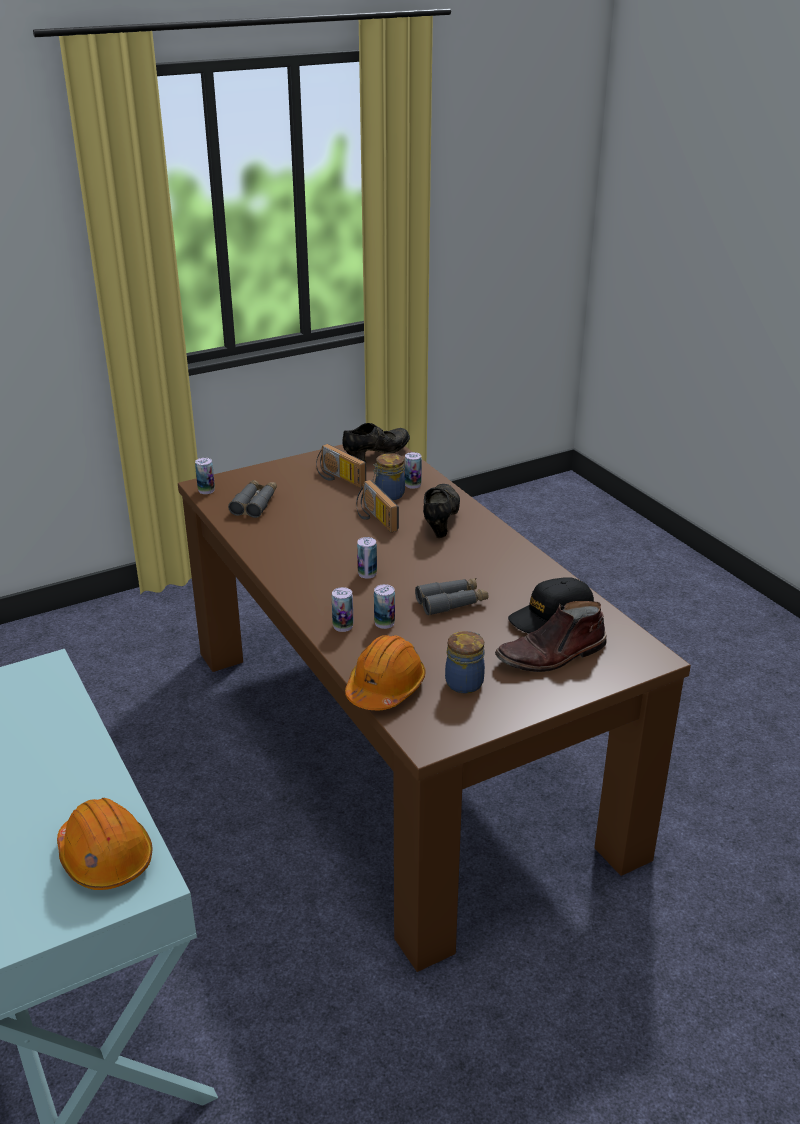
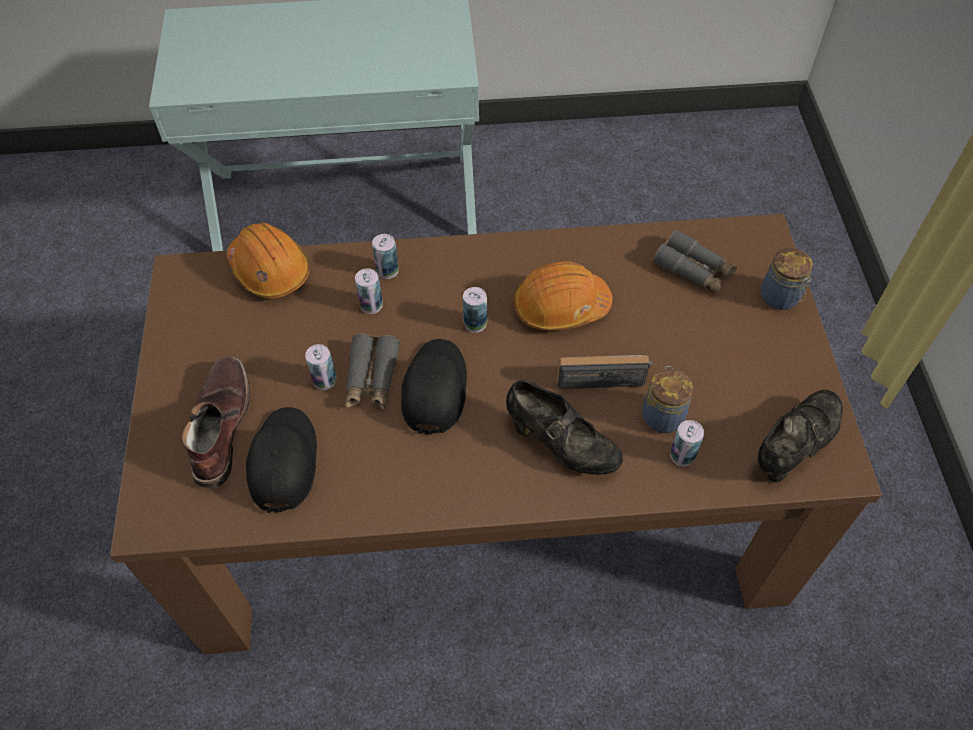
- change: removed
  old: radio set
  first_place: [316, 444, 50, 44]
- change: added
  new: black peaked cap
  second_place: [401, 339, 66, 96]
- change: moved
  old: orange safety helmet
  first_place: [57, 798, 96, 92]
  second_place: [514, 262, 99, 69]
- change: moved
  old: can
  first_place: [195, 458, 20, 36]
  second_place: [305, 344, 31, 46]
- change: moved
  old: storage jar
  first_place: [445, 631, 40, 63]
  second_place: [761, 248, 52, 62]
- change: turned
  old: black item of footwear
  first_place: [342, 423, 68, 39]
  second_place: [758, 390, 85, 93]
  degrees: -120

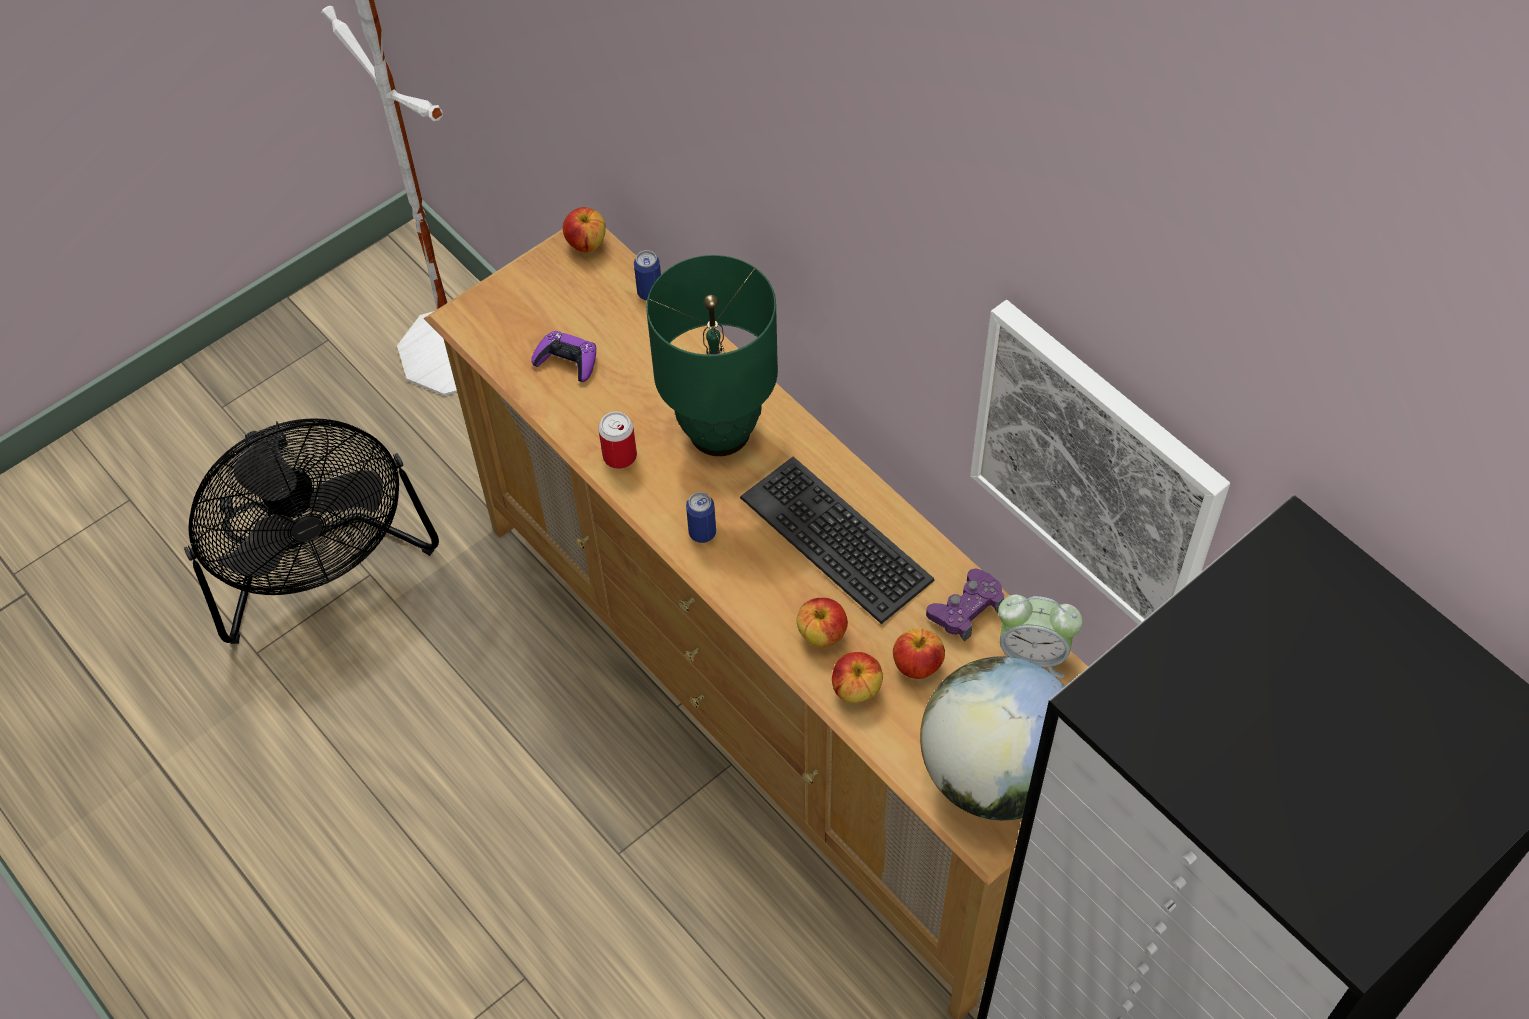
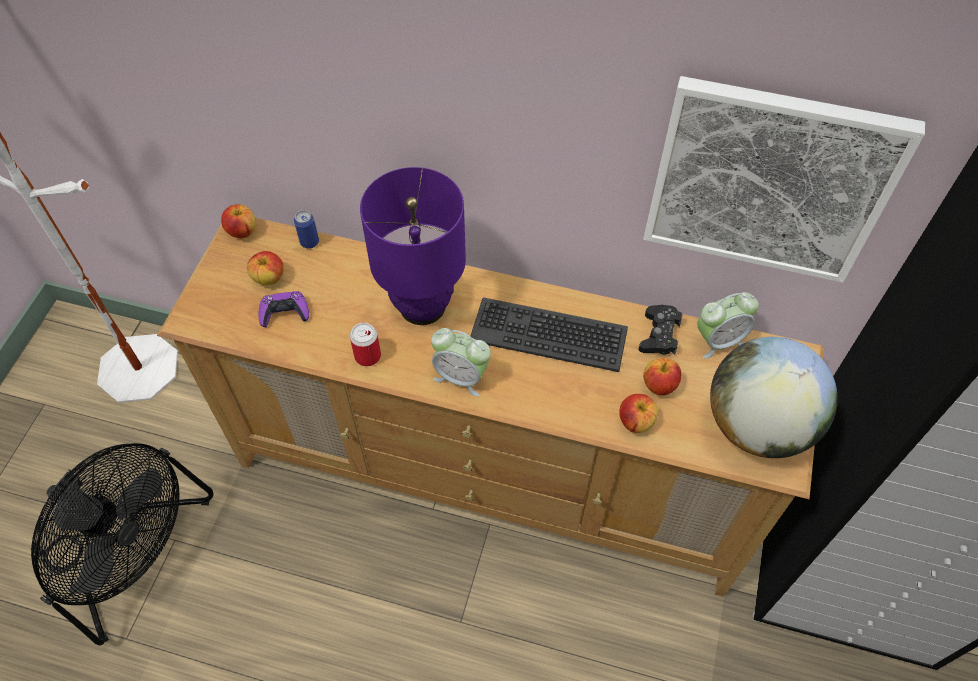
- change: moved
  old: whole apple
  first_place: [796, 598, 52, 49]
  second_place: [247, 251, 37, 35]
- change: replaced
  old: can
  new: alarm clock
  first_place: [686, 492, 30, 51]
  second_place: [431, 328, 60, 68]
- change: recoloured
  old: green tabletop lamp
  new: purple-coloured tabletop lamp
  first_place: [646, 255, 132, 201]
  second_place: [360, 167, 106, 158]
- change: recoloured
  old: purple-coloured joypad
  new: black joypad
  first_place: [926, 569, 78, 73]
  second_place: [638, 305, 45, 50]

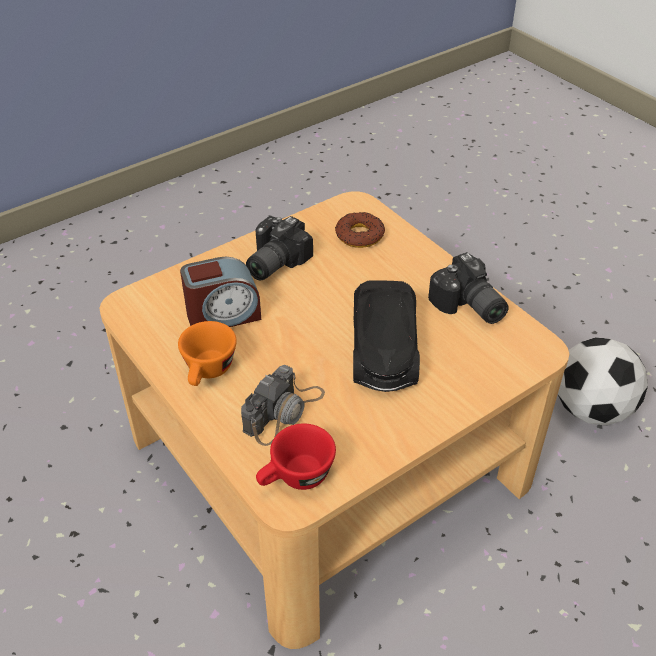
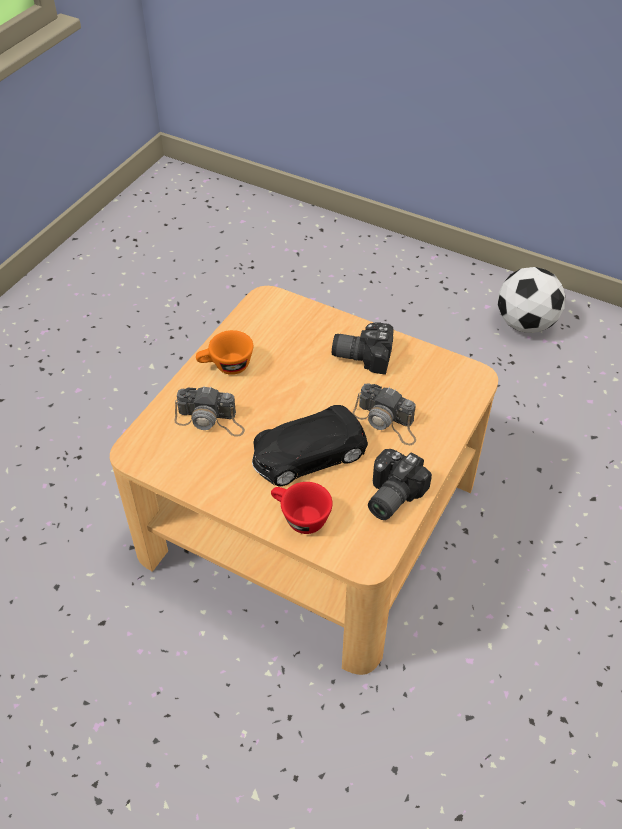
- change: removed
  old: alarm clock
  first_place: [180, 257, 81, 70]
- change: removed
  old: donut
  first_place: [335, 212, 50, 36]
- change: added
  new: still camera
  second_place: [353, 384, 63, 61]
- change: moved
  old: reddish small cup
  first_place: [256, 424, 80, 66]
  second_place: [271, 482, 62, 52]
- change: moved
  old: ball for football
  first_place: [558, 337, 90, 89]
  second_place: [498, 267, 67, 66]

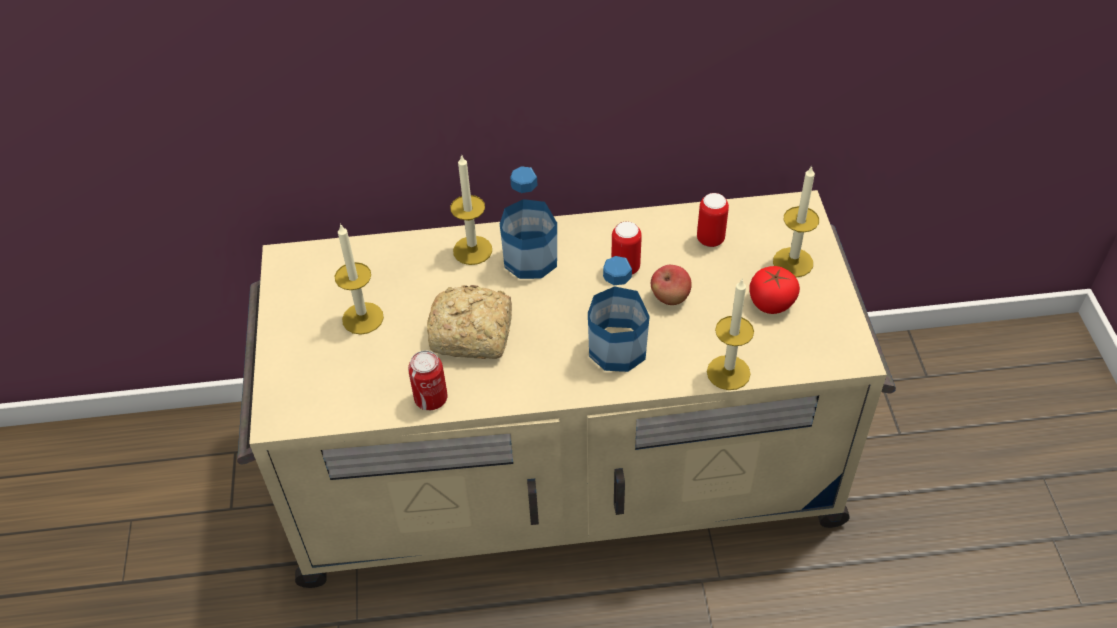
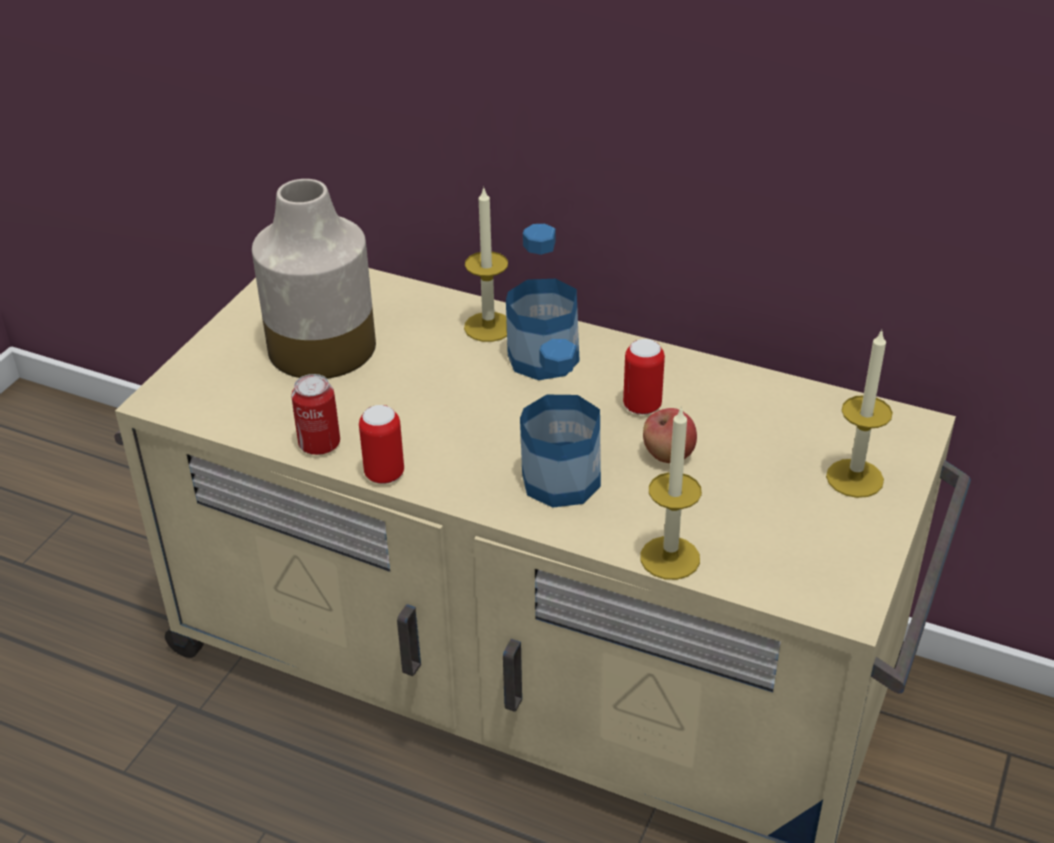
- change: removed
  old: baked bread
  first_place: [427, 285, 85, 74]
- change: removed
  old: fresh tomato
  first_place: [749, 266, 51, 48]
- change: moved
  old: can
  first_place: [697, 193, 32, 54]
  second_place: [359, 405, 45, 79]
- change: replaced
  old: wax light
  new: sand-coloured vase
  first_place: [335, 223, 49, 112]
  second_place: [252, 179, 124, 200]

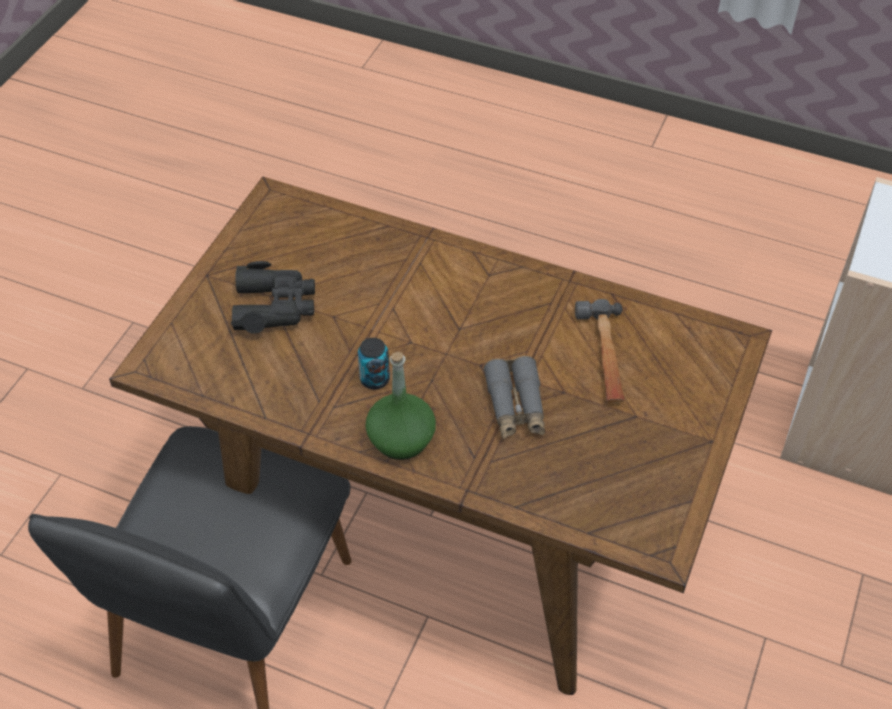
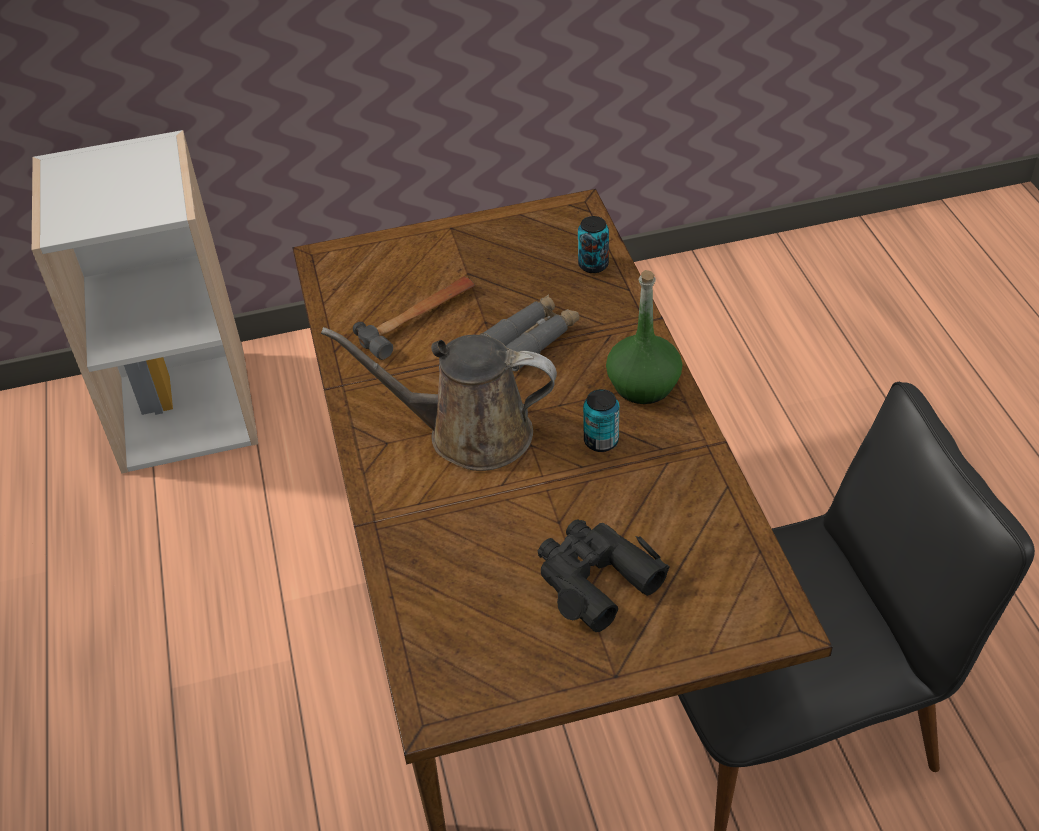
- change: added
  new: brown-coloured watering pot
  second_place: [321, 327, 236, 144]
- change: added
  new: can
  second_place: [578, 216, 31, 57]

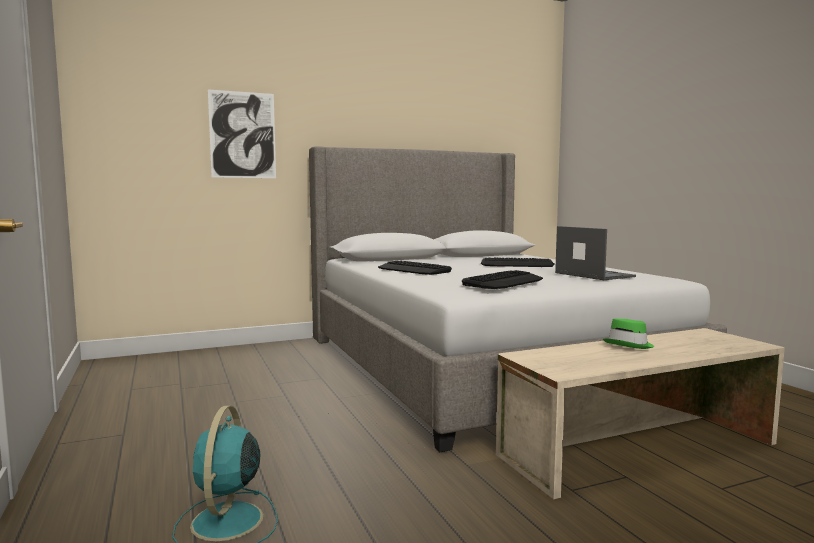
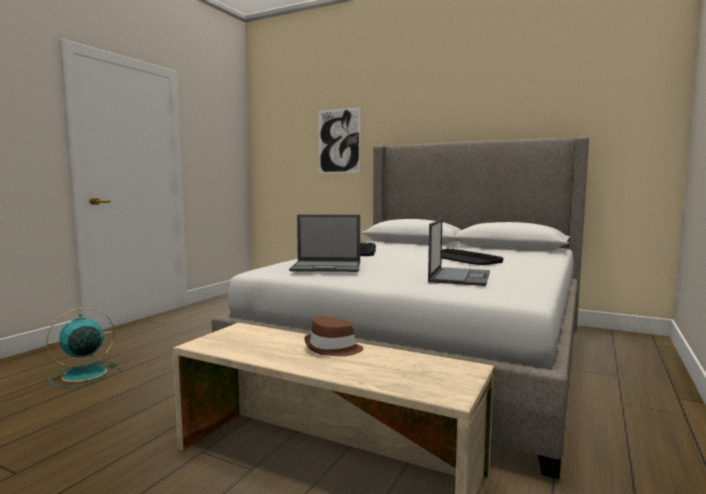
- change: replaced
  old: PC keyboard
  new: laptop
  first_place: [462, 270, 81, 19]
  second_place: [289, 215, 71, 57]
- change: recoloured
  old: green wearable hat
  new: brown-coloured wearable hat
  first_place: [603, 318, 51, 31]
  second_place: [304, 316, 59, 40]

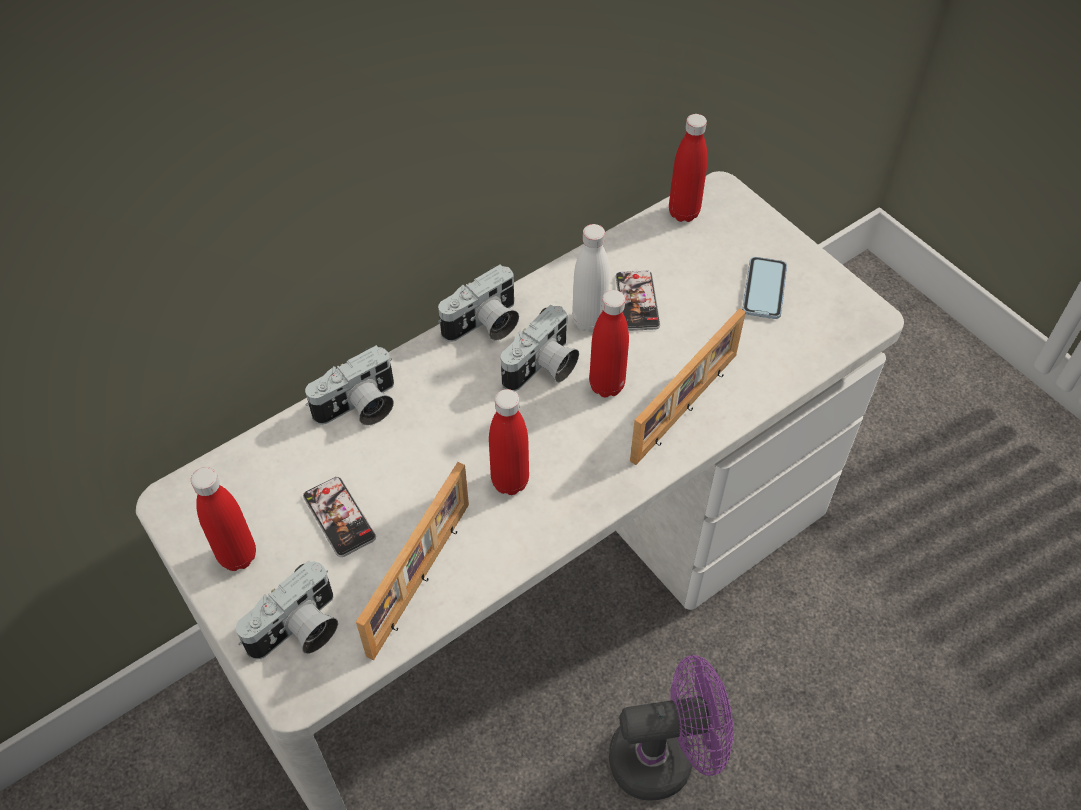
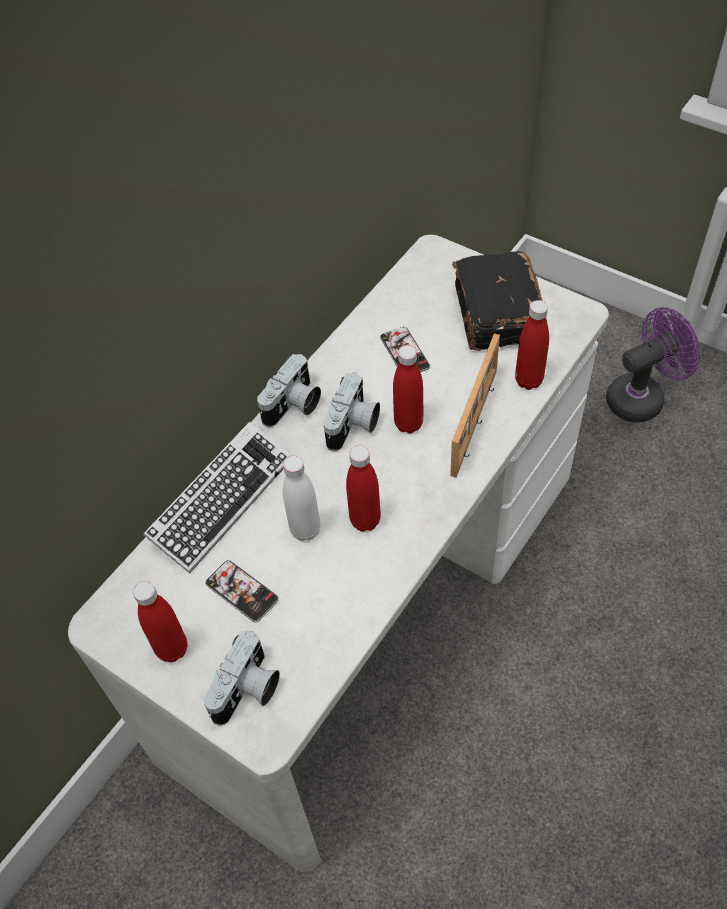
- change: removed
  old: photo frame
  first_place: [356, 462, 113, 198]
- change: moved
  old: whitish drink bottle
  first_place: [572, 224, 38, 108]
  second_place: [283, 456, 38, 85]
- change: moved
  old: purple-coloured fan
  first_place: [609, 655, 125, 146]
  second_place: [606, 307, 94, 115]
- change: moved
  old: reddish drink bottle
  first_place: [669, 114, 39, 108]
  second_place: [515, 300, 34, 90]
- change: replaced
  old: still camera
  new: PC keyboard
  first_place: [305, 345, 89, 81]
  second_place: [143, 421, 148, 152]
- change: replaced
  old: telephone
  new: black volume
  first_place: [742, 257, 45, 62]
  second_place: [452, 251, 95, 100]

